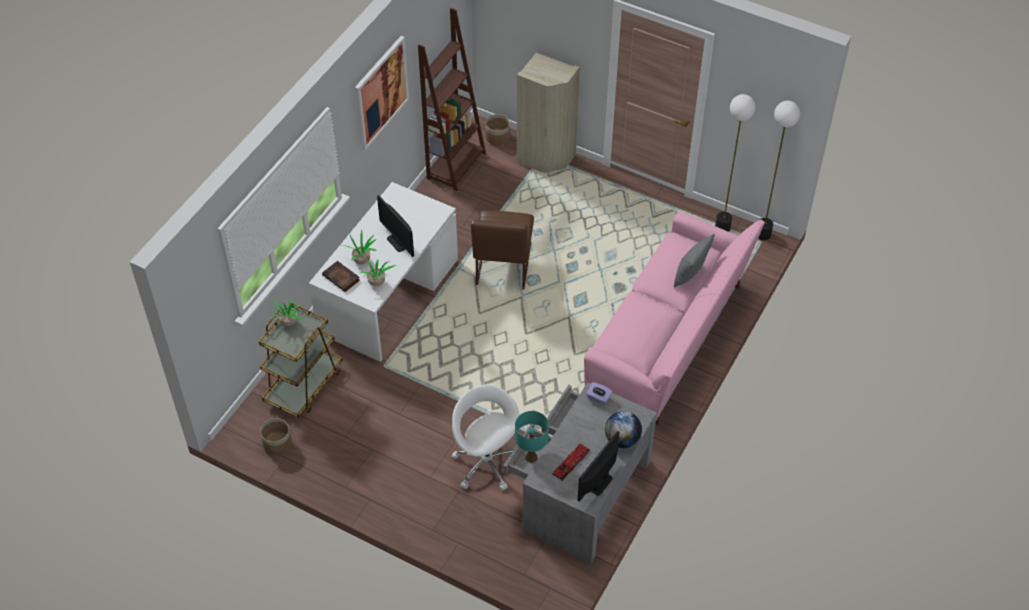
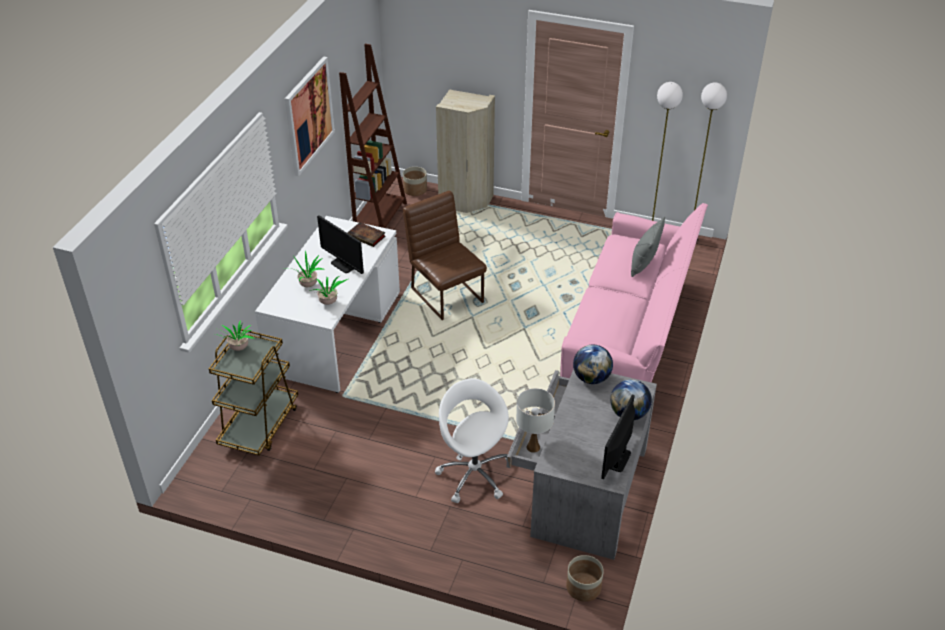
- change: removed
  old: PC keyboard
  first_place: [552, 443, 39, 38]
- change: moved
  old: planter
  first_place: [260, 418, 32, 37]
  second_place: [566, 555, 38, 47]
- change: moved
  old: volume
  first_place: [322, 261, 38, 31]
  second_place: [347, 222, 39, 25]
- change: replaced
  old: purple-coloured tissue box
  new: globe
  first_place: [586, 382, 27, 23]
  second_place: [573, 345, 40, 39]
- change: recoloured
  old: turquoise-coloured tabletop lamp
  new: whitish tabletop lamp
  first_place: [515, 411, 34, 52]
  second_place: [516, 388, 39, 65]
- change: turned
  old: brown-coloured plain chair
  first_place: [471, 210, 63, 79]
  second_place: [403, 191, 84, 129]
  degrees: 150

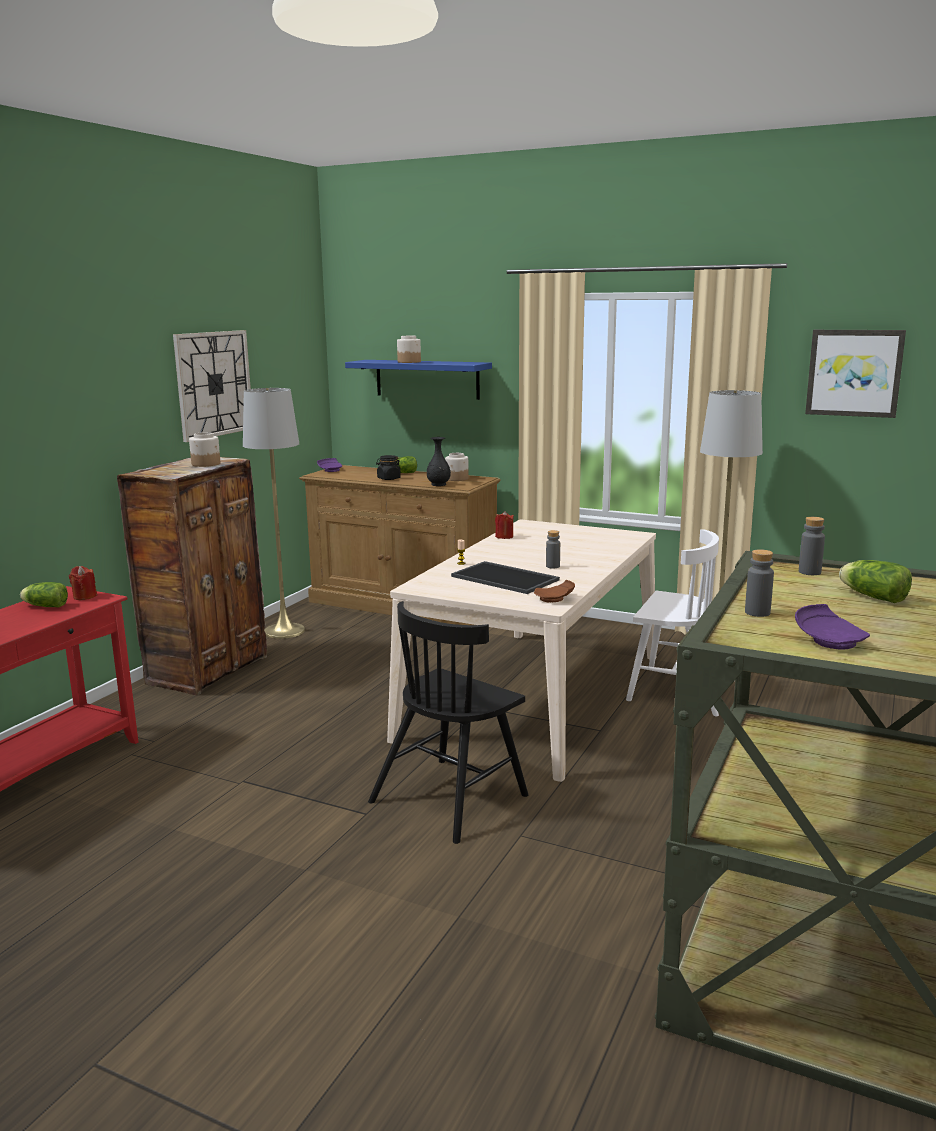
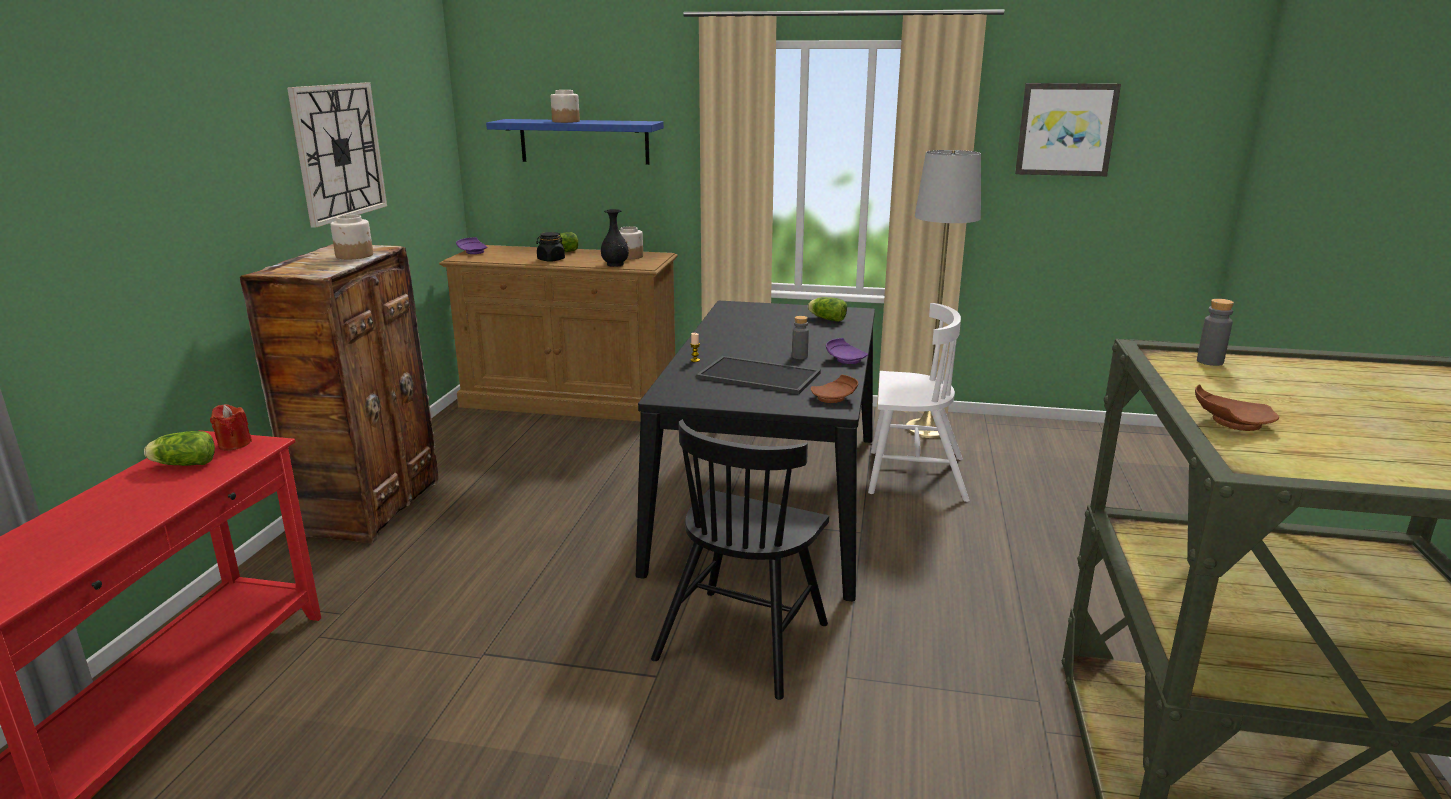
- change: removed
  old: grey floor lamp
  first_place: [243, 388, 62, 251]
- change: removed
  old: reddish wax light
  first_place: [495, 511, 19, 28]
- change: moved
  old: purple-coloured dinner plate
  first_place: [795, 604, 75, 45]
  second_place: [826, 338, 42, 26]
- change: moved
  old: head of lettuce
  first_place: [839, 560, 73, 43]
  second_place: [808, 297, 39, 25]
- change: replaced
  old: grey drink bottle
  new: brown-coloured dinner plate
  first_place: [745, 549, 29, 68]
  second_place: [1195, 384, 84, 47]
- change: recoloured
  old: sand-coloured dining table
  new: black dining table
  first_place: [387, 519, 269, 263]
  second_place: [636, 301, 239, 300]

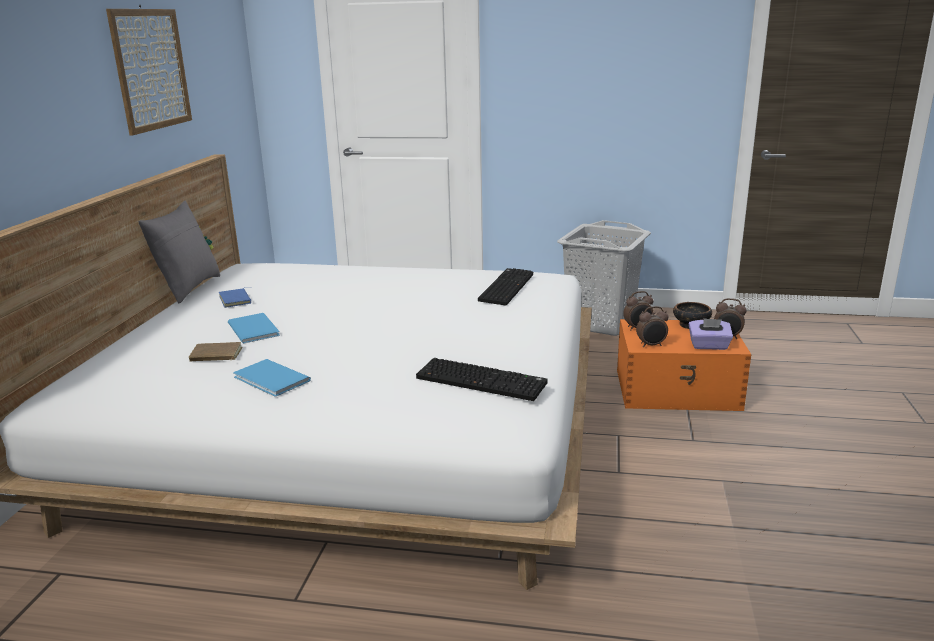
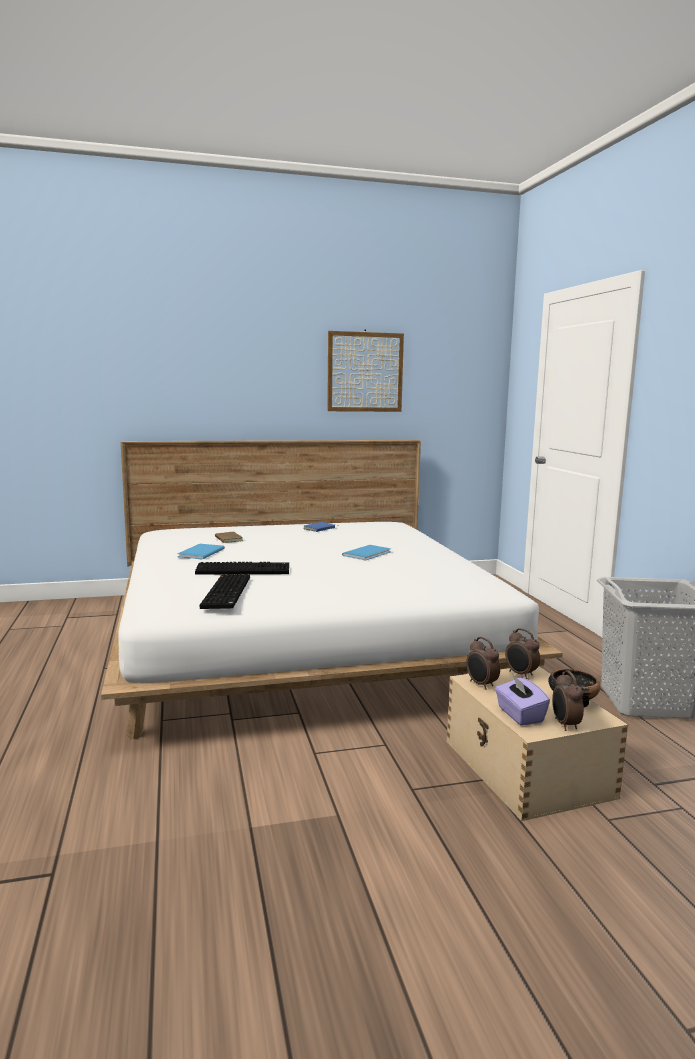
- change: removed
  old: grey pillow
  first_place: [139, 201, 81, 102]
- change: moved
  old: blue-coloured volume
  first_place: [228, 313, 52, 30]
  second_place: [342, 545, 49, 15]
- change: moved
  old: PC keyboard
  first_place: [478, 268, 55, 38]
  second_place: [195, 562, 94, 13]
- change: recoloured
  old: orange storage container
  new: sand-coloured storage container
  first_place: [617, 319, 134, 92]
  second_place: [447, 666, 181, 155]

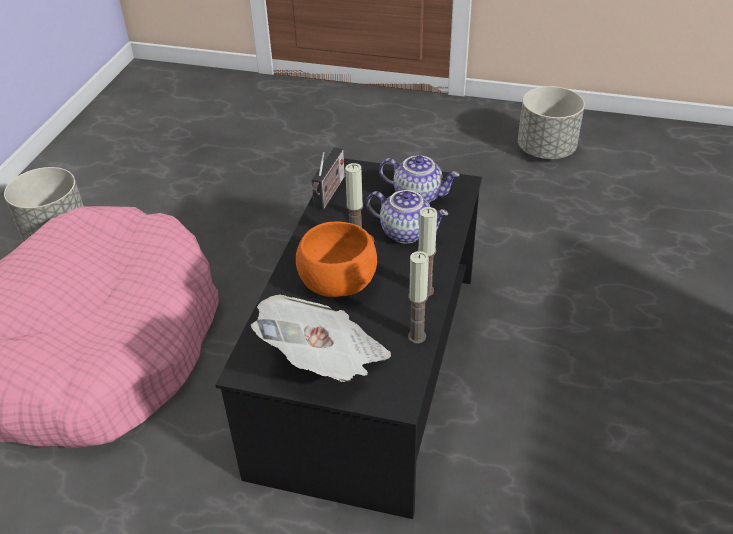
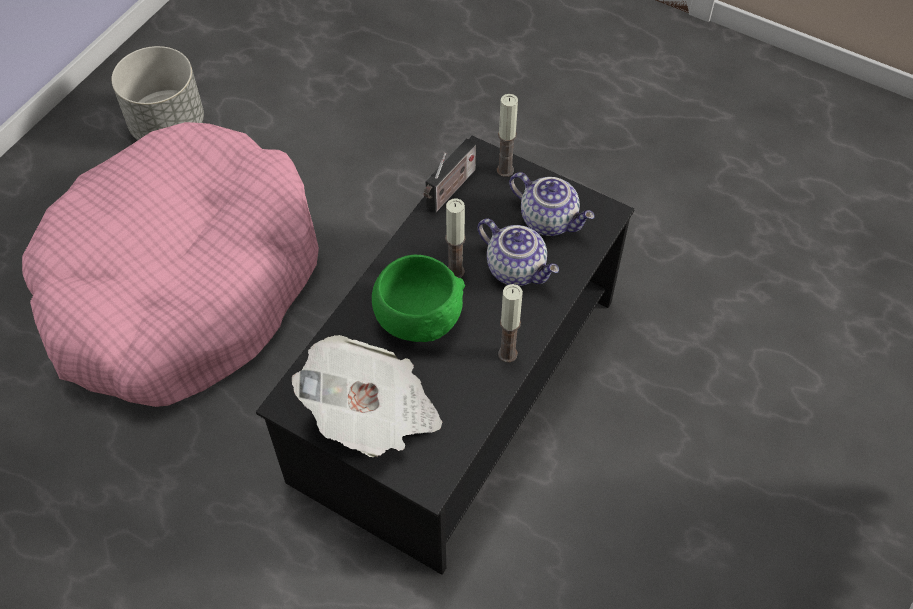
- change: removed
  old: grey planter
  first_place: [518, 86, 67, 73]
- change: moved
  old: wax light
  first_place: [408, 251, 21, 93]
  second_place: [497, 94, 21, 83]
- change: recoloured
  old: orange bowl
  new: green bowl
  first_place: [296, 221, 81, 76]
  second_place: [372, 255, 93, 87]

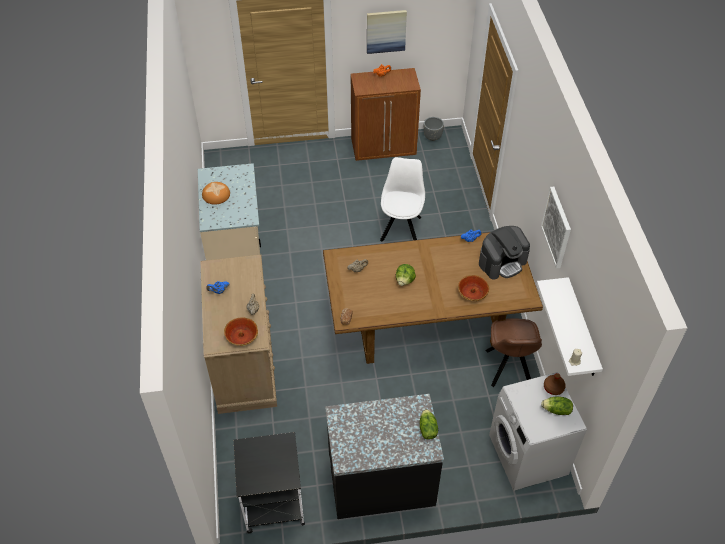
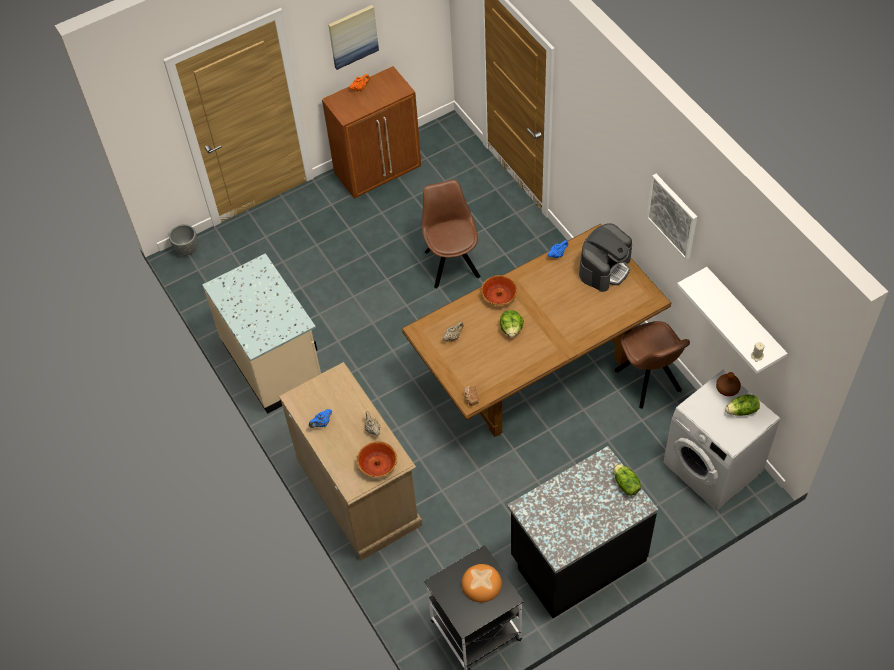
- change: moved
  old: baked bread
  first_place: [202, 182, 28, 22]
  second_place: [461, 564, 41, 38]
- change: moved
  old: grey planter
  first_place: [424, 117, 20, 24]
  second_place: [169, 224, 29, 32]
- change: moved
  old: bowl
  first_place: [458, 275, 31, 26]
  second_place: [481, 275, 36, 31]
- change: recoloured
  old: whitish plain chair
  new: brown-coloured plain chair
  first_place: [380, 157, 45, 85]
  second_place: [421, 179, 59, 109]

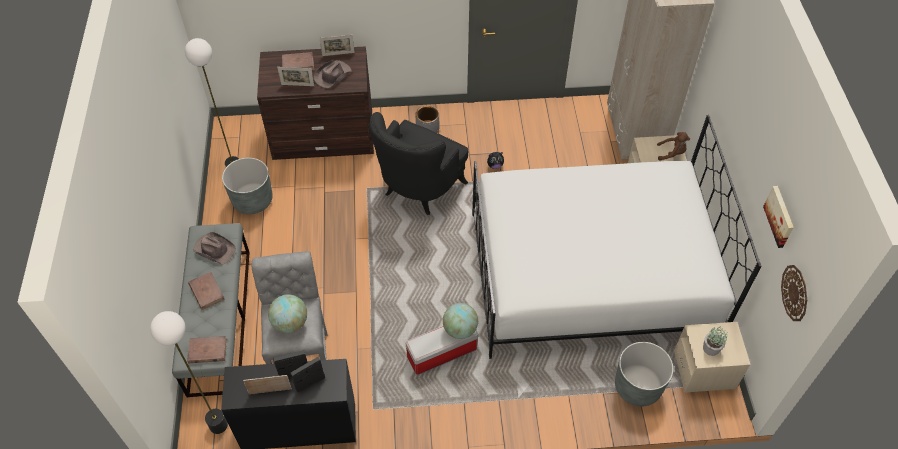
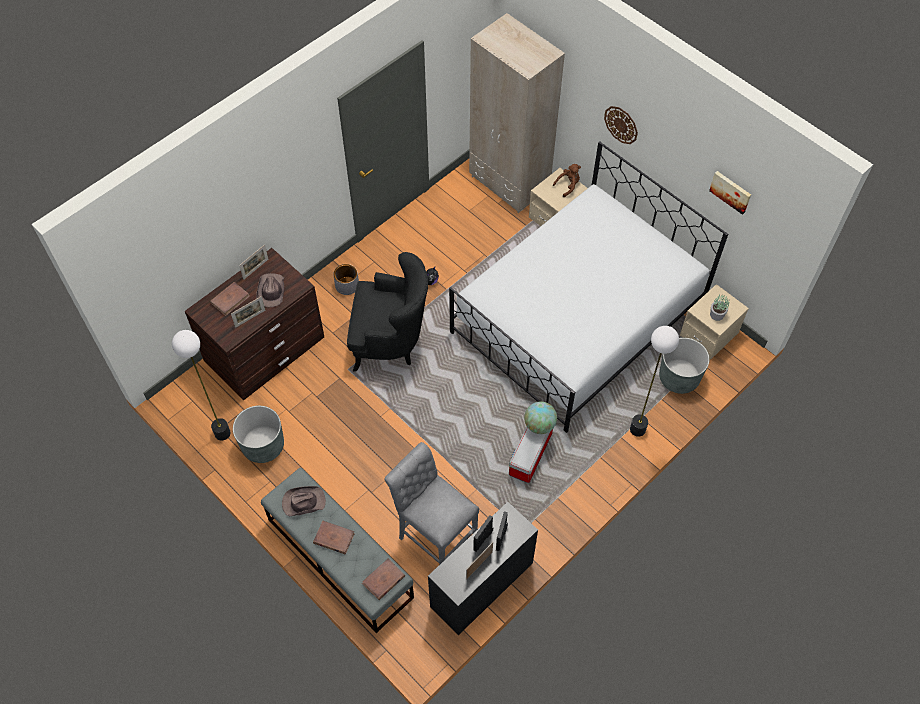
- change: removed
  old: globe
  first_place: [268, 294, 39, 39]
- change: moved
  old: floor lamp
  first_place: [150, 311, 78, 123]
  second_place: [630, 326, 49, 111]
- change: moved
  old: clock on the wall
  first_place: [781, 265, 26, 56]
  second_place: [604, 106, 34, 38]
- change: turned
  old: black armchair
  first_place: [369, 112, 100, 103]
  second_place: [347, 252, 81, 120]
  degrees: -75

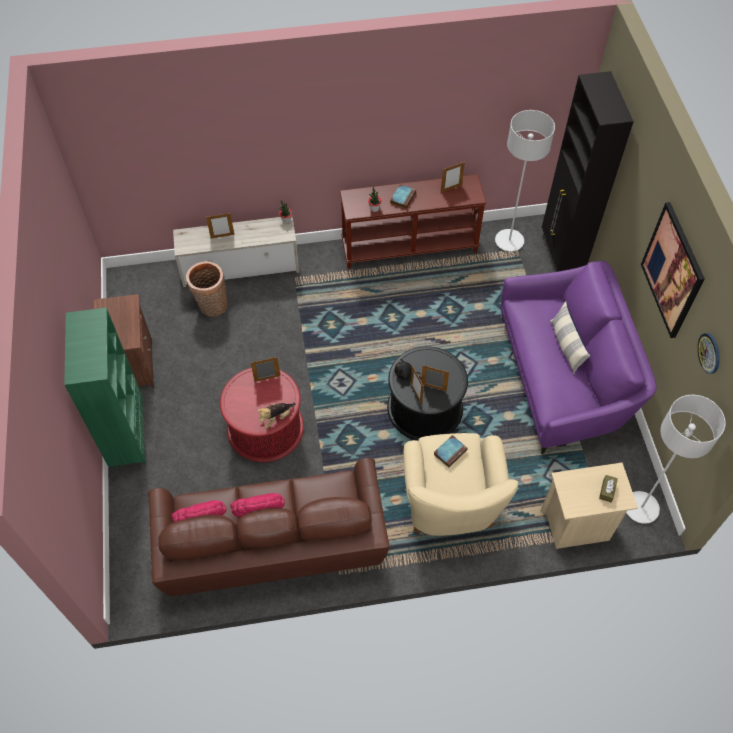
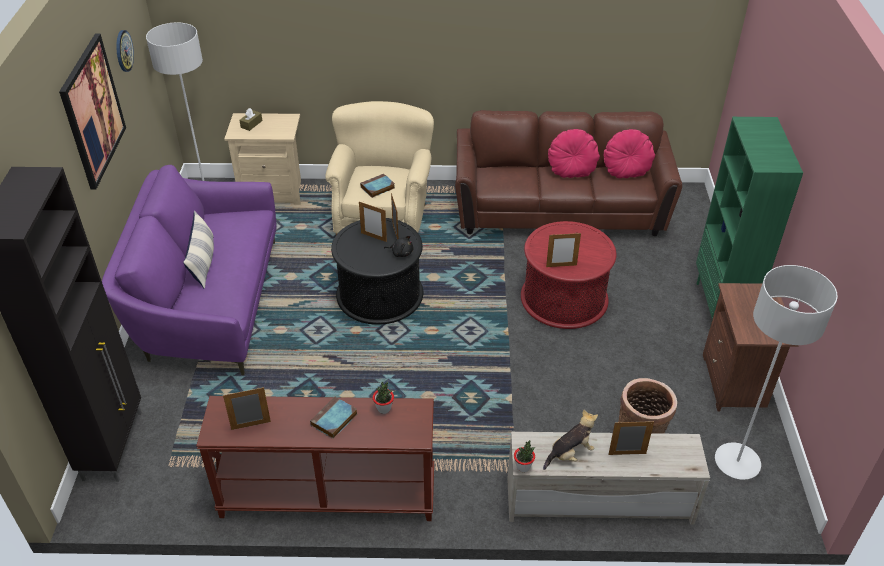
- change: moved
  old: cuddly toy
  first_place: [258, 402, 38, 26]
  second_place: [543, 409, 55, 61]
- change: moved
  old: grey floor lamp
  first_place: [495, 110, 60, 141]
  second_place: [715, 265, 123, 215]

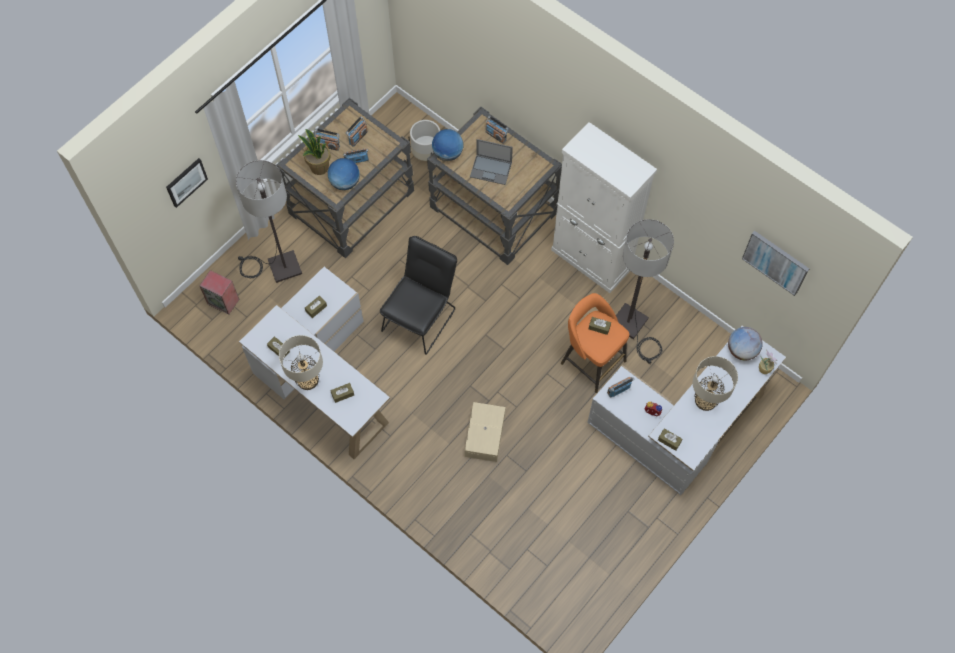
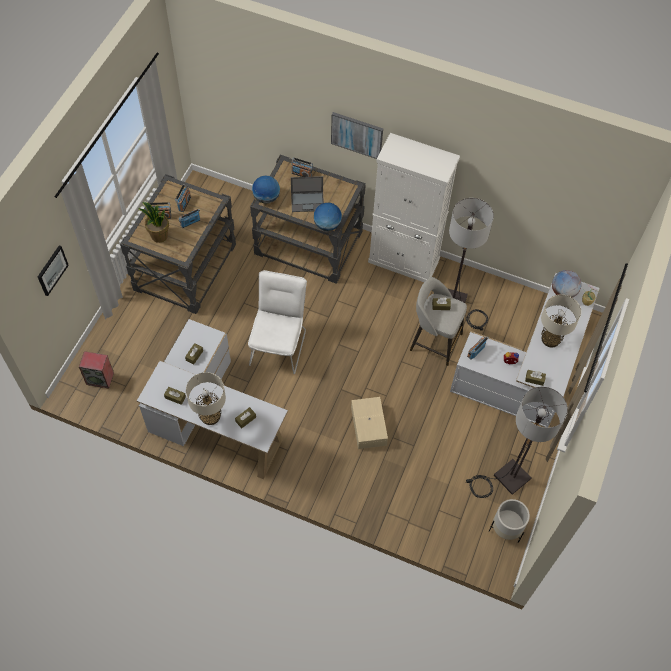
- change: moved
  old: floor lamp
  first_place: [236, 160, 66, 123]
  second_place: [466, 387, 102, 111]
- change: moved
  old: globe
  first_place: [328, 158, 32, 32]
  second_place: [314, 203, 28, 28]
- change: moved
  old: whitish planter
  first_place: [409, 120, 31, 41]
  second_place: [489, 499, 41, 44]
- change: moved
  old: picture
  first_place: [742, 231, 67, 65]
  second_place: [331, 112, 52, 47]
- change: recoloured
  old: black plain chair
  new: whitish plain chair
  first_place: [380, 236, 77, 119]
  second_place: [248, 270, 59, 104]
- change: recoloured
  old: orange stool seat
  new: grey stool seat
  first_place: [561, 293, 68, 100]
  second_place: [410, 277, 57, 89]

